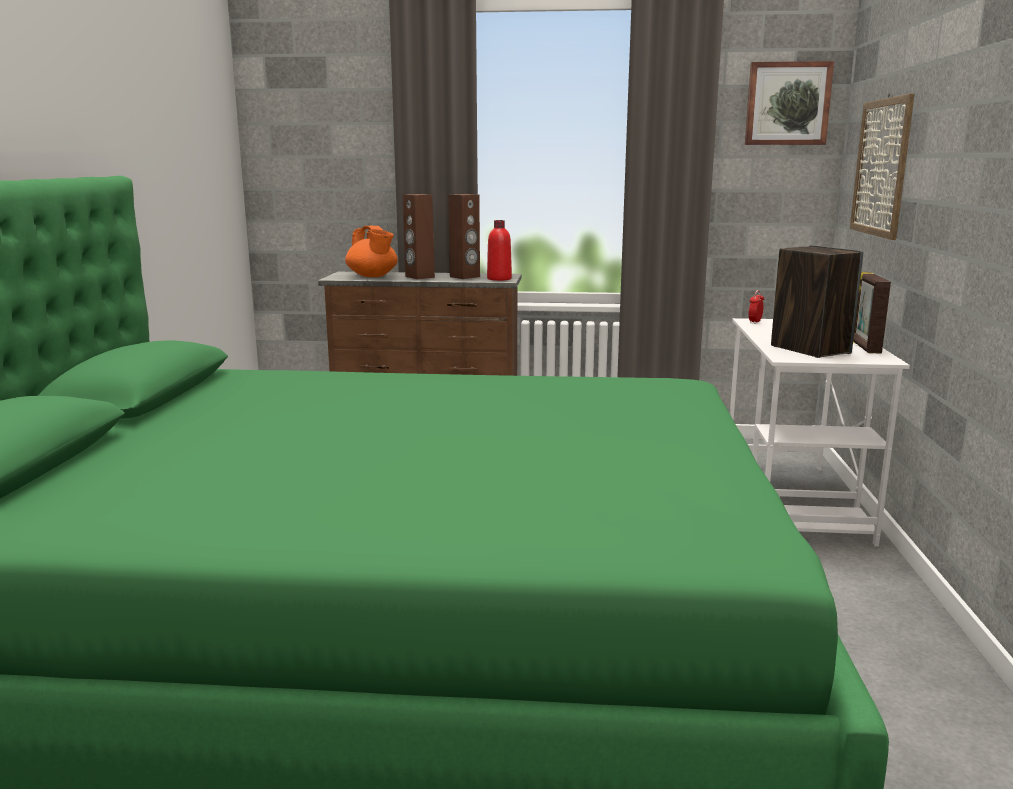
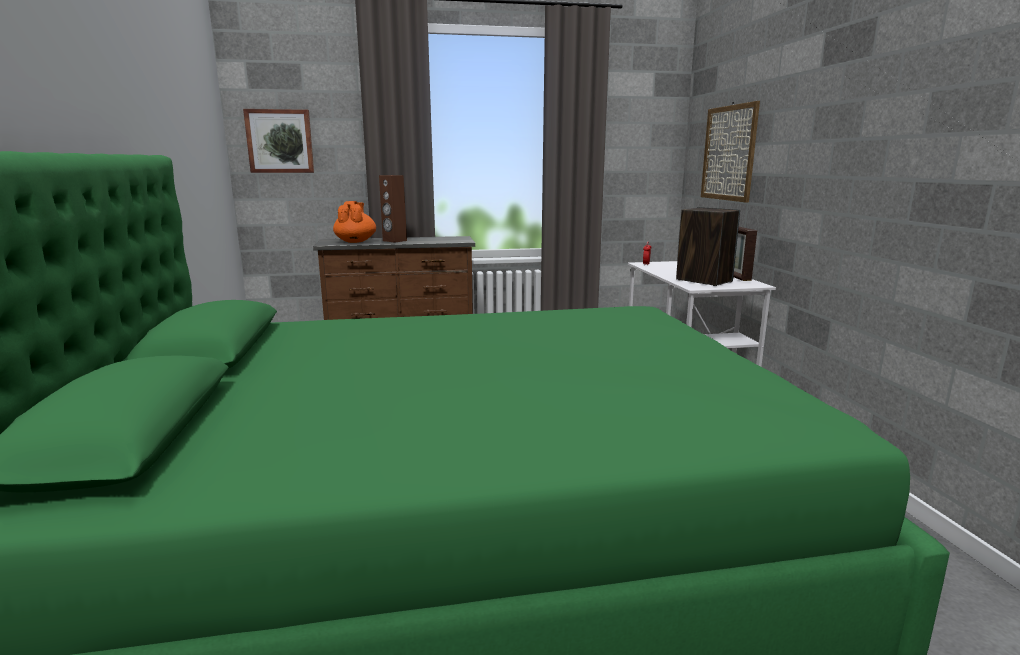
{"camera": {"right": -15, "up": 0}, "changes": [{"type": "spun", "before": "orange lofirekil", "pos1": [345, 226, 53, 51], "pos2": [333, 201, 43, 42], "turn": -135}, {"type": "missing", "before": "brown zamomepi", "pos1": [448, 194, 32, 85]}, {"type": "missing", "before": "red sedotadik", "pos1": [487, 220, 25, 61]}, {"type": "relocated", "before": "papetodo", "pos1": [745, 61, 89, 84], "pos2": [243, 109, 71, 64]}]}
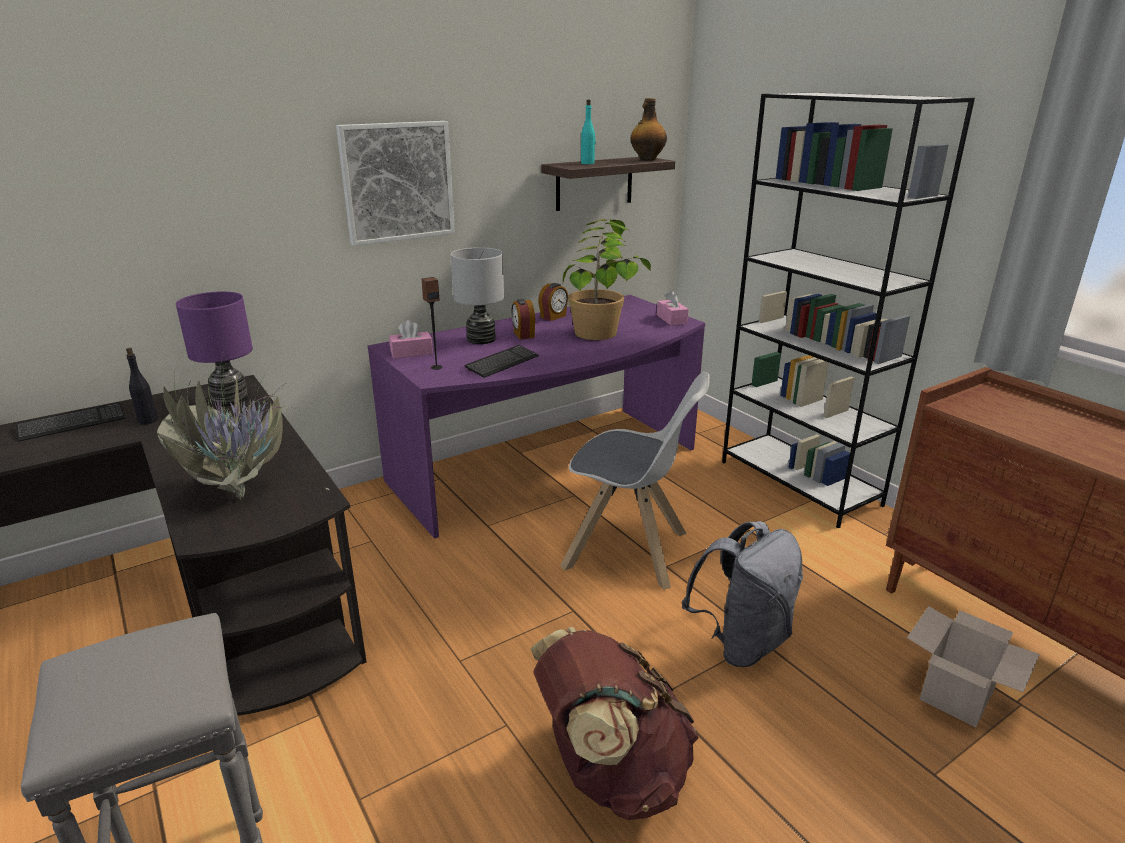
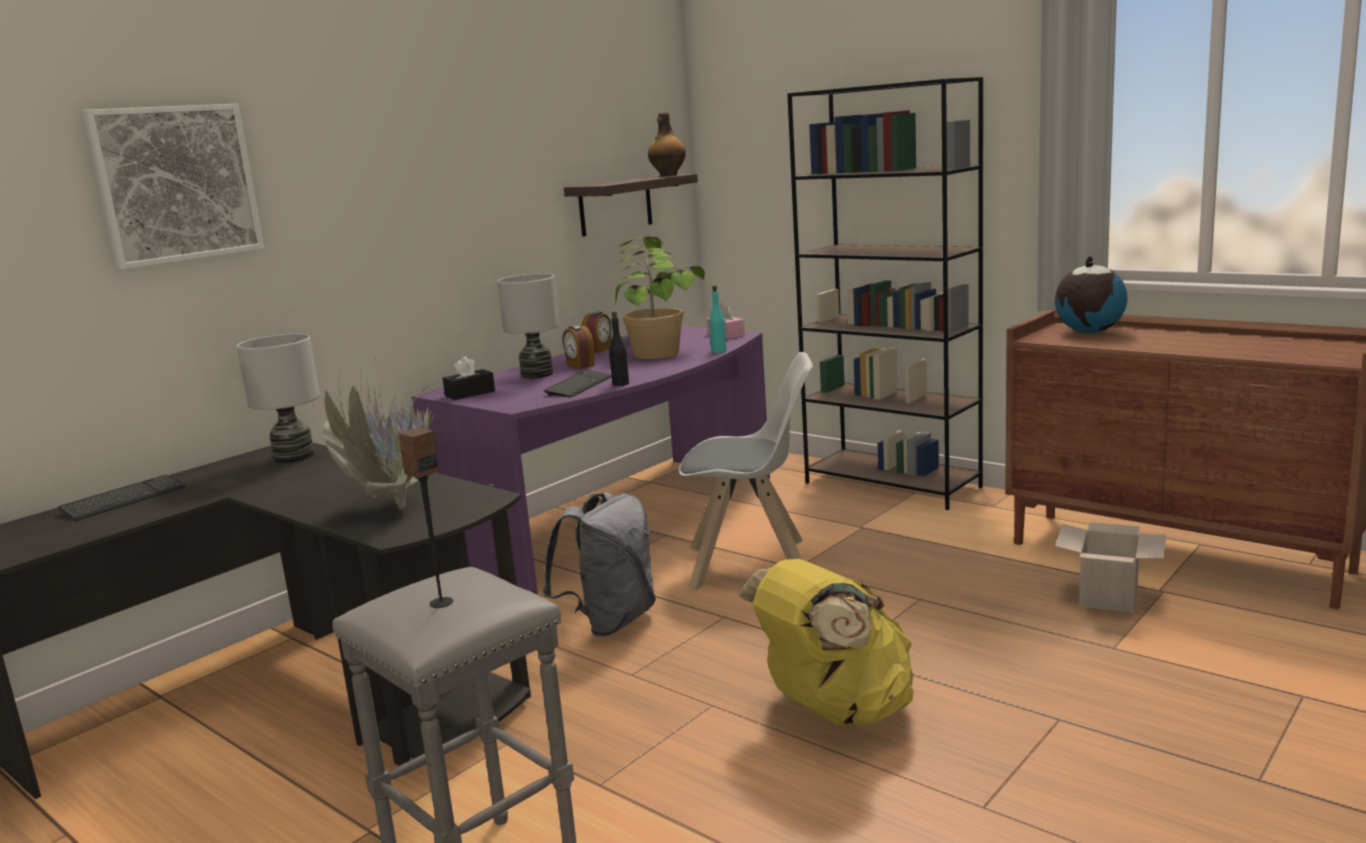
{"camera": {"right": -15, "up": -10}, "changes": [{"type": "relocated", "before": "black sedotadik", "pos1": [126, 348, 32, 76], "pos2": [609, 312, 20, 74]}, {"type": "colour", "before": "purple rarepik", "after": "grey rarepik", "pos1": [176, 291, 77, 115], "pos2": [237, 334, 83, 129]}, {"type": "relocated", "before": "papetodo", "pos1": [336, 121, 119, 125], "pos2": [82, 104, 182, 166]}, {"type": "colour", "before": "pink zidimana", "after": "black zidimana", "pos1": [389, 320, 44, 38], "pos2": [442, 356, 53, 44]}, {"type": "relocated", "before": "zamomepi", "pos1": [421, 277, 22, 93], "pos2": [398, 427, 55, 181]}, {"type": "colour", "before": "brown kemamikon", "after": "yellow kemamikon", "pos1": [531, 627, 168, 193], "pos2": [738, 559, 176, 168]}, {"type": "relocated", "before": "turquoise sedotadik", "pos1": [581, 99, 14, 65], "pos2": [709, 285, 17, 68]}, {"type": "relocated", "before": "grey kemamikon", "pos1": [682, 521, 121, 146], "pos2": [543, 492, 113, 145]}, {"type": "colour", "before": "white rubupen", "after": "brown rubupen", "pos1": [722, 93, 253, 435], "pos2": [787, 77, 196, 433]}, {"type": "appeared", "after": "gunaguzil", "pos2": [1055, 256, 73, 77]}]}
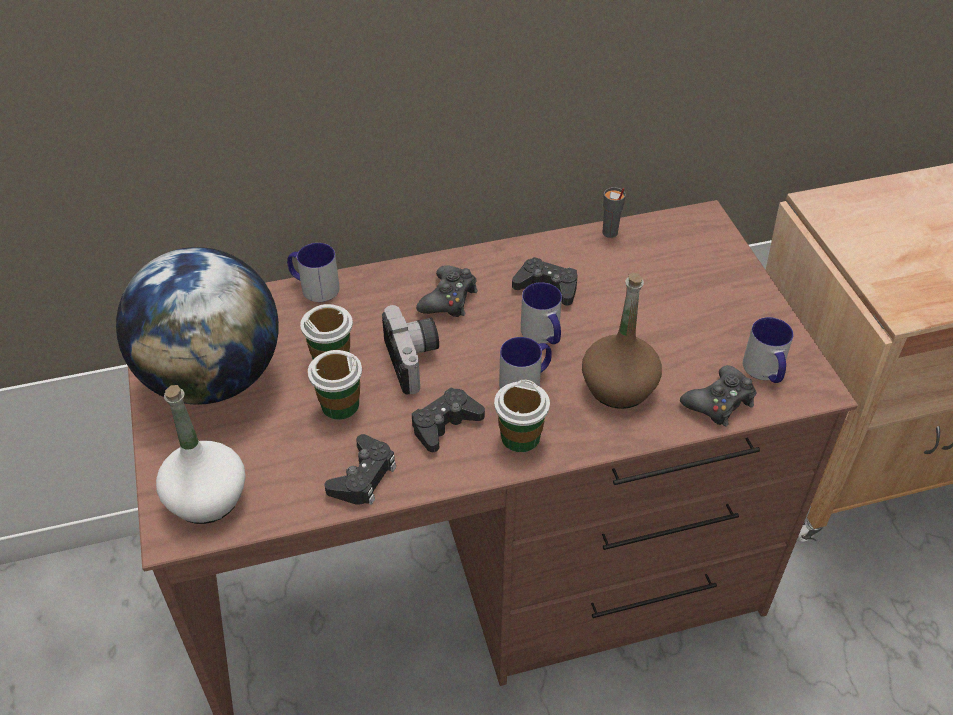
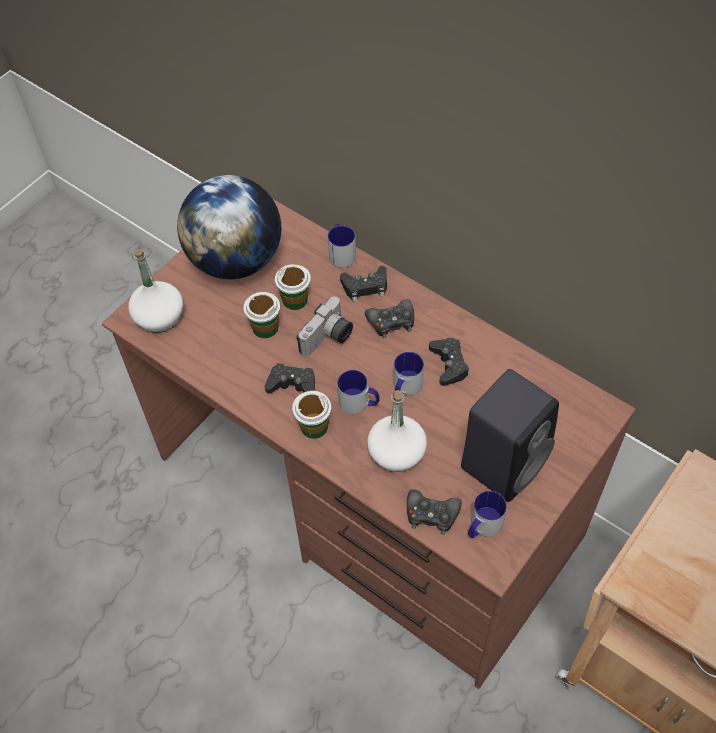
{"camera": {"right": 55, "up": 10}, "changes": [{"type": "relocated", "before": "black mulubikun", "pos1": [325, 434, 71, 71], "pos2": [340, 266, 47, 35]}, {"type": "colour", "before": "brown sedotadik", "after": "white sedotadik", "pos1": [582, 272, 80, 137], "pos2": [367, 390, 60, 82]}, {"type": "missing", "before": "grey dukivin", "pos1": [602, 187, 24, 51]}, {"type": "appeared", "after": "black zamomepi", "pos2": [461, 369, 98, 133]}]}
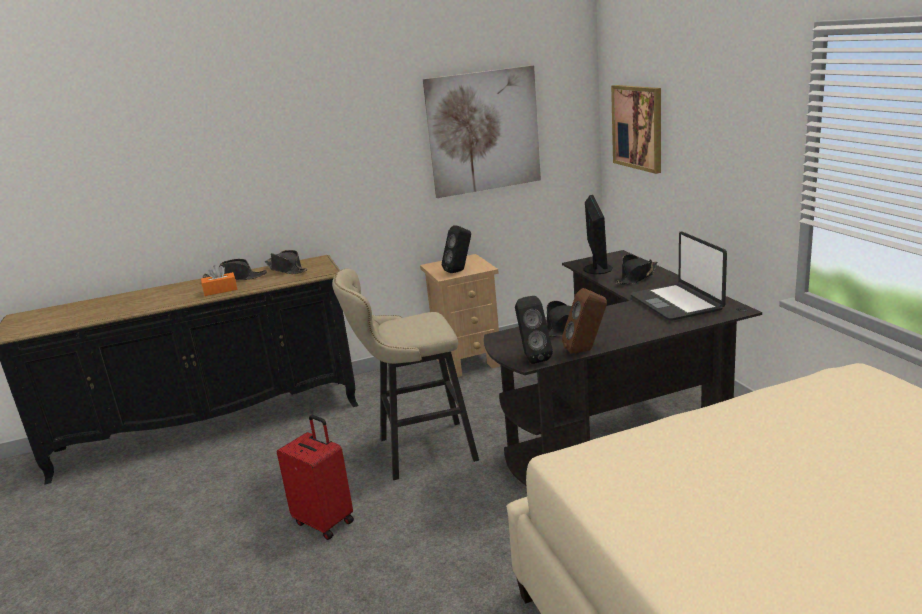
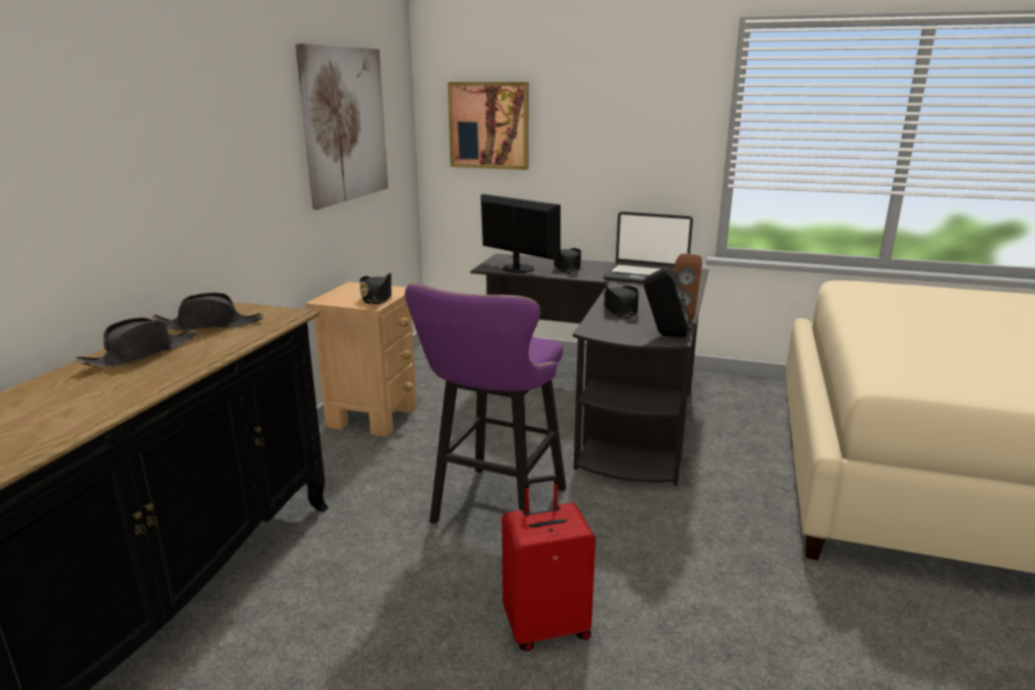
{"camera": {"right": -55, "up": 0}, "changes": [{"type": "missing", "before": "orange zidimana", "pos1": [201, 265, 36, 31]}, {"type": "colour", "before": "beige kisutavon", "after": "purple kisutavon", "pos1": [332, 268, 147, 212], "pos2": [405, 283, 161, 241]}, {"type": "exchanged", "before": "black zamomepi", "after": "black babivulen", "pos1": [442, 225, 29, 48], "pos2": [360, 273, 32, 31]}]}
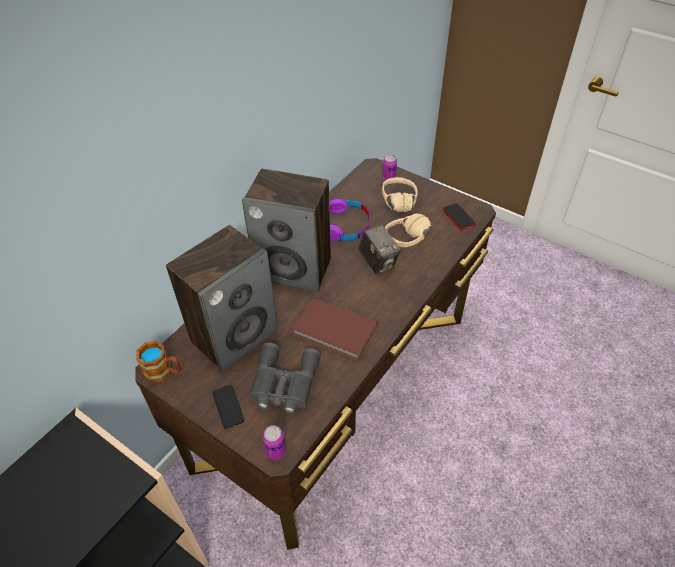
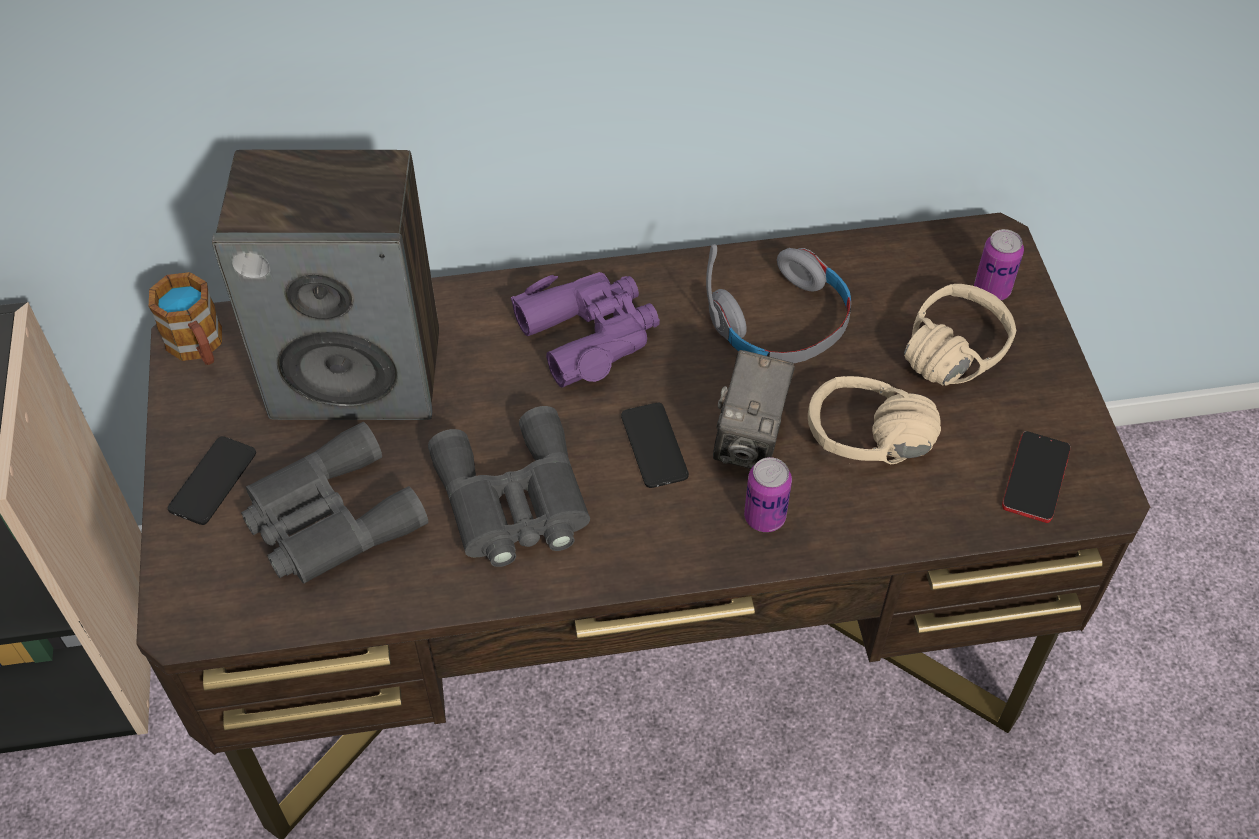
{"camera": {"right": 45, "up": 5}, "changes": [{"type": "exchanged", "before": "zamomepi", "after": "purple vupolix", "pos1": [242, 169, 89, 123], "pos2": [510, 272, 150, 116]}, {"type": "relocated", "before": "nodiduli", "pos1": [263, 425, 23, 35], "pos2": [744, 457, 48, 75]}, {"type": "exchanged", "before": "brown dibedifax", "after": "grey vupolix", "pos1": [292, 298, 85, 62], "pos2": [428, 406, 162, 161]}, {"type": "colour", "before": "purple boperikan", "after": "grey boperikan", "pos1": [329, 198, 41, 43], "pos2": [706, 244, 145, 120]}, {"type": "appeared", "after": "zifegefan", "pos2": [621, 403, 68, 85]}]}
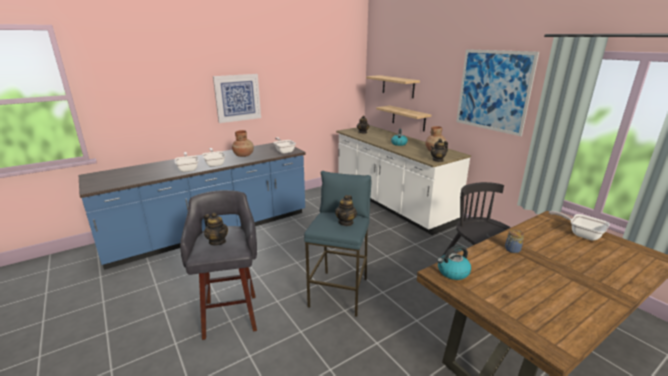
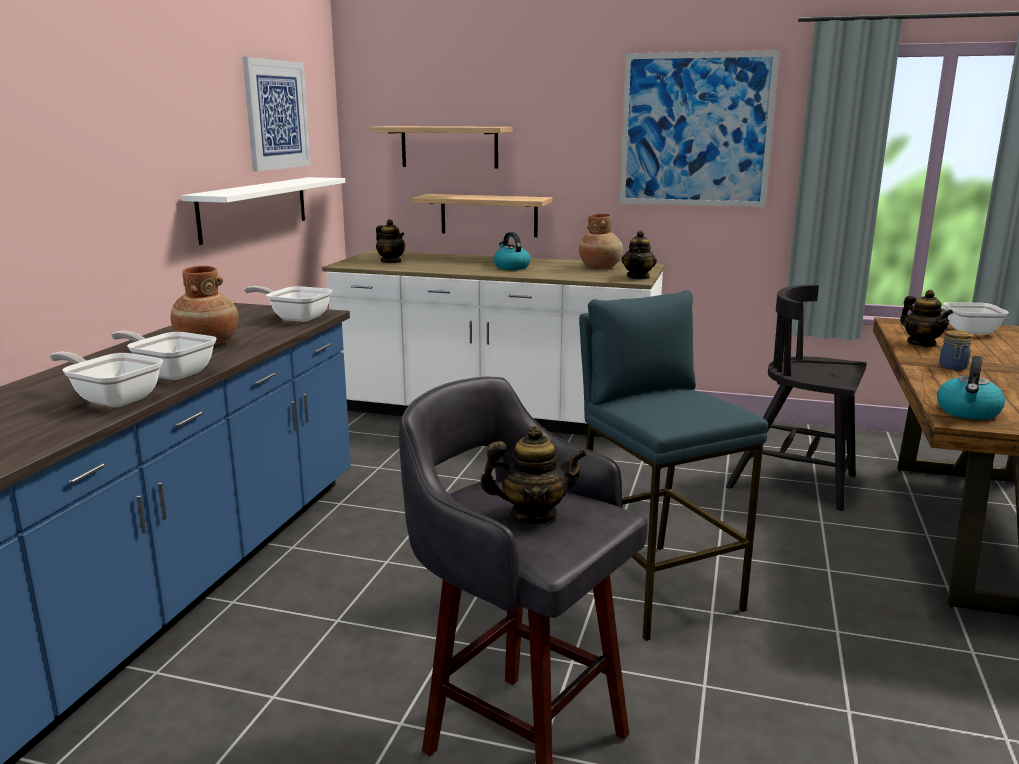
{"camera": {"right": -40, "up": -5}, "changes": [{"type": "relocated", "before": "papetodo", "pos1": [213, 74, 48, 49], "pos2": [243, 57, 68, 115]}, {"type": "relocated", "before": "lofirekil", "pos1": [335, 195, 22, 31], "pos2": [900, 290, 53, 57]}, {"type": "appeared", "after": "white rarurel", "pos2": [181, 177, 164, 68]}]}
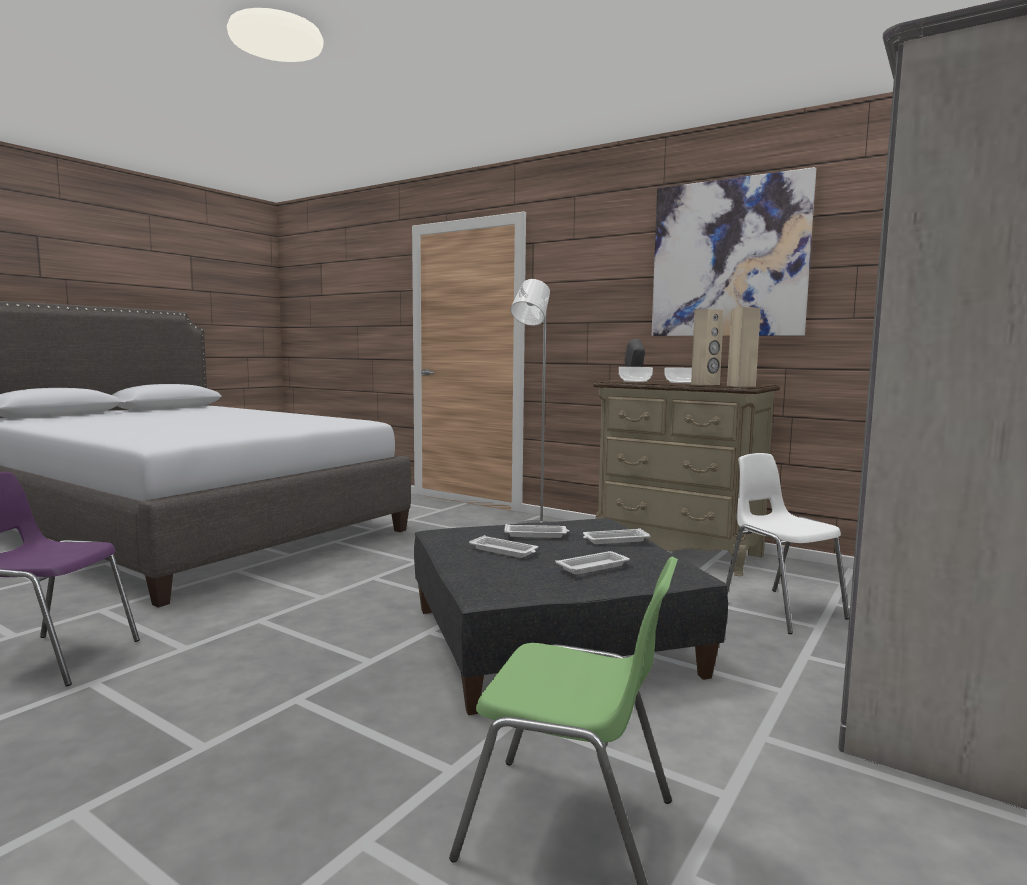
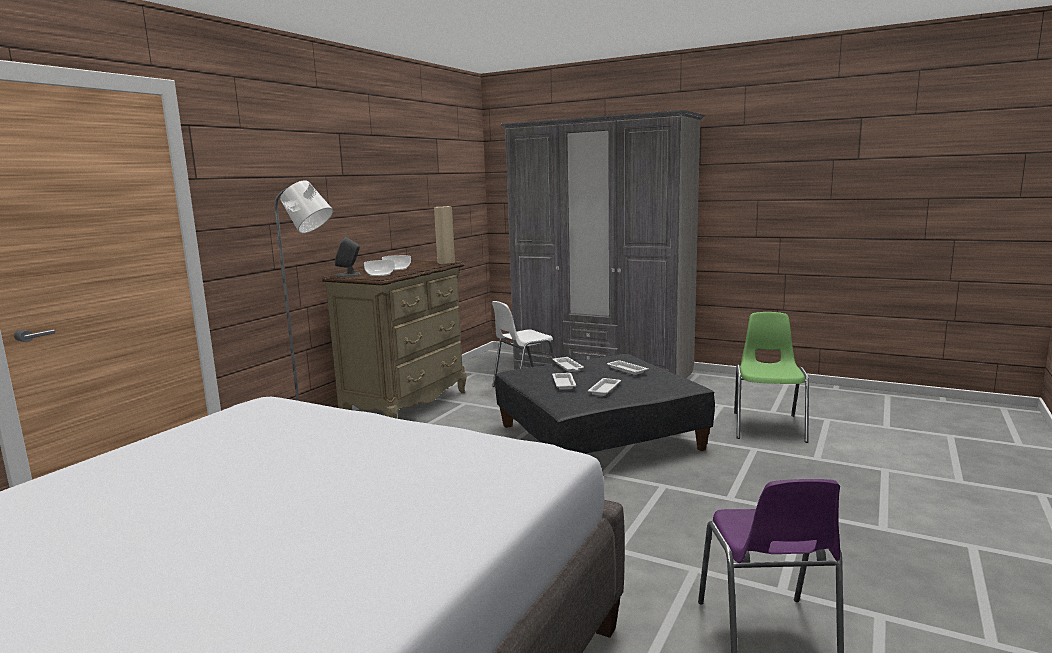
{"camera": {"right": -95, "up": 5}, "changes": [{"type": "missing", "before": "papetodo", "pos1": [652, 167, 164, 169]}, {"type": "missing", "before": "beige zamomepi", "pos1": [691, 309, 33, 76]}]}
